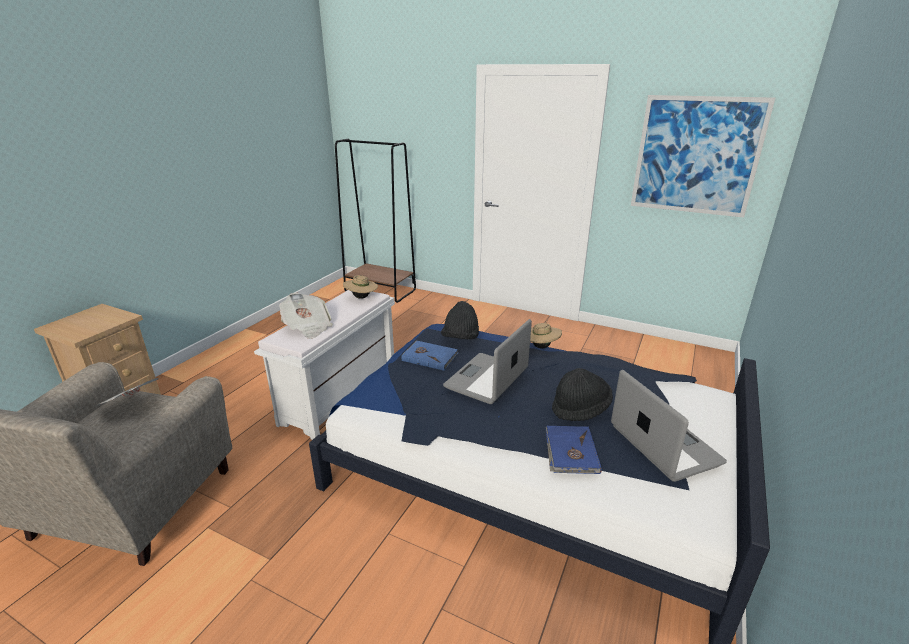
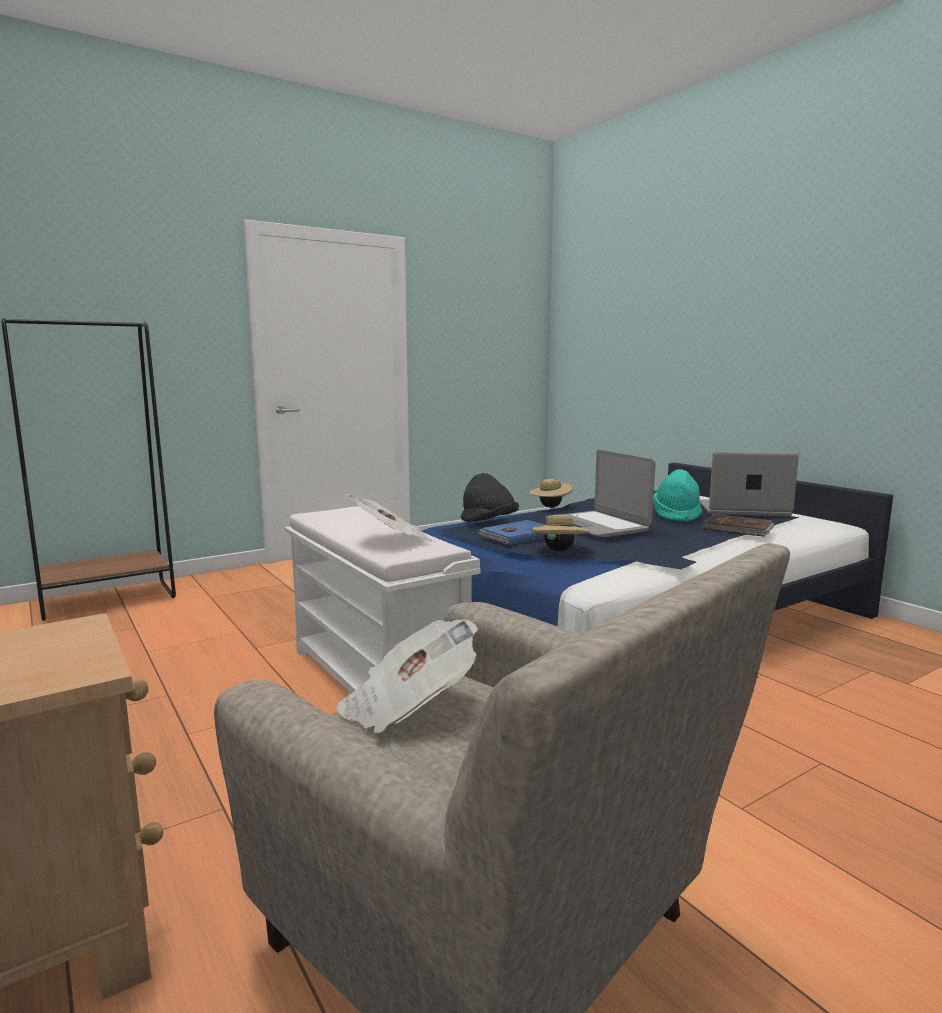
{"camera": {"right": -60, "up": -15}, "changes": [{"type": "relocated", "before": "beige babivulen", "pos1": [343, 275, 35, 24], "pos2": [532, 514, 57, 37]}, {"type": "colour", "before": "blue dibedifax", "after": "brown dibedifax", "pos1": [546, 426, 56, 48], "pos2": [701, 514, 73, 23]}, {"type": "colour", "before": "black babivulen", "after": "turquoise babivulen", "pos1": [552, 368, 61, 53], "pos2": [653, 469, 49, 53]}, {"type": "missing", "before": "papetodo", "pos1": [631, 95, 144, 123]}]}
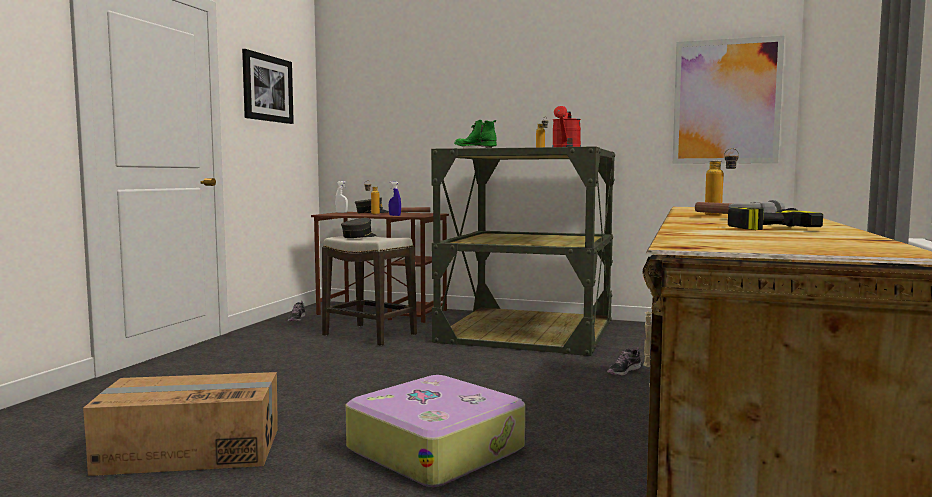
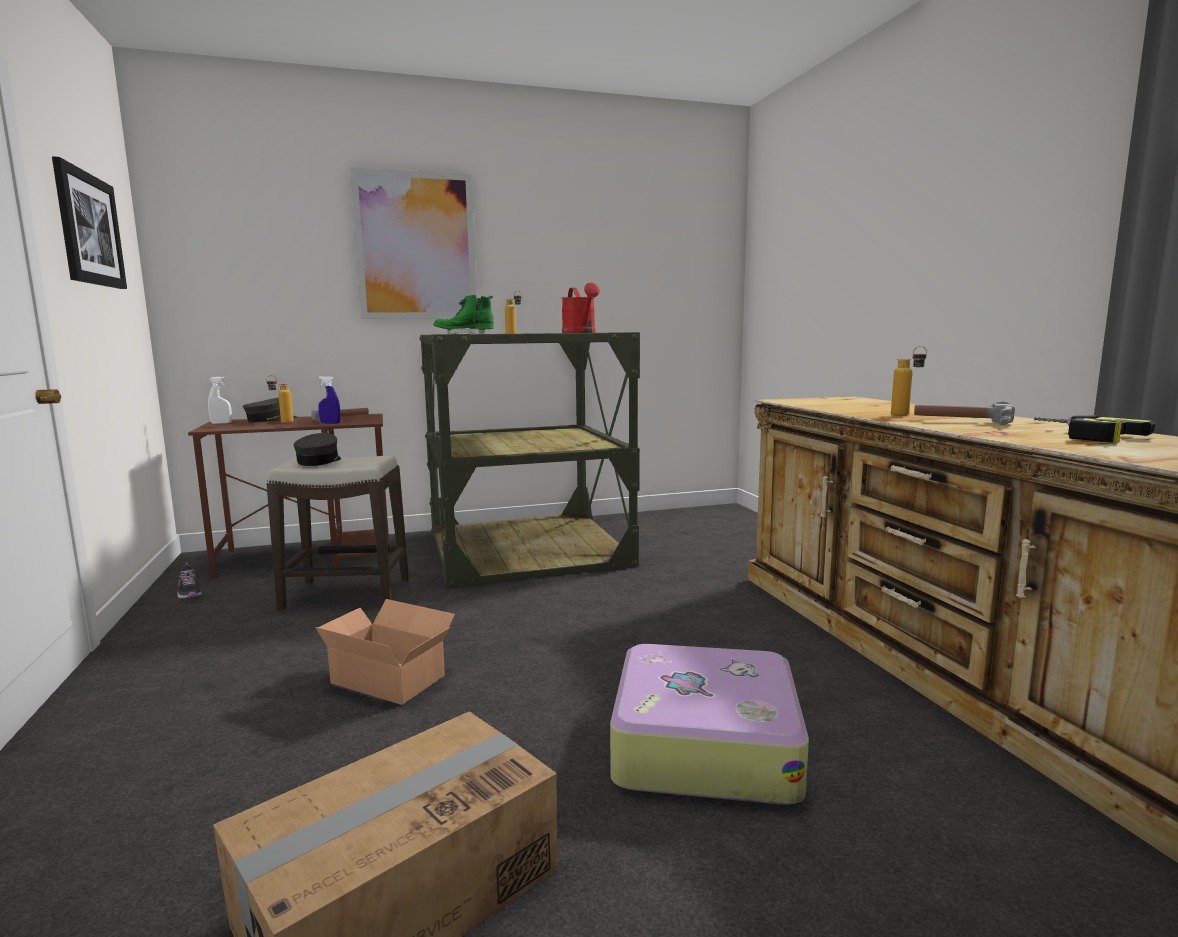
{"camera": {"right": -35, "up": 5}, "changes": [{"type": "missing", "before": "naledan", "pos1": [607, 347, 34, 28]}, {"type": "relocated", "before": "papetodo", "pos1": [673, 36, 111, 128], "pos2": [350, 167, 127, 152]}, {"type": "appeared", "after": "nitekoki", "pos2": [315, 599, 140, 106]}]}
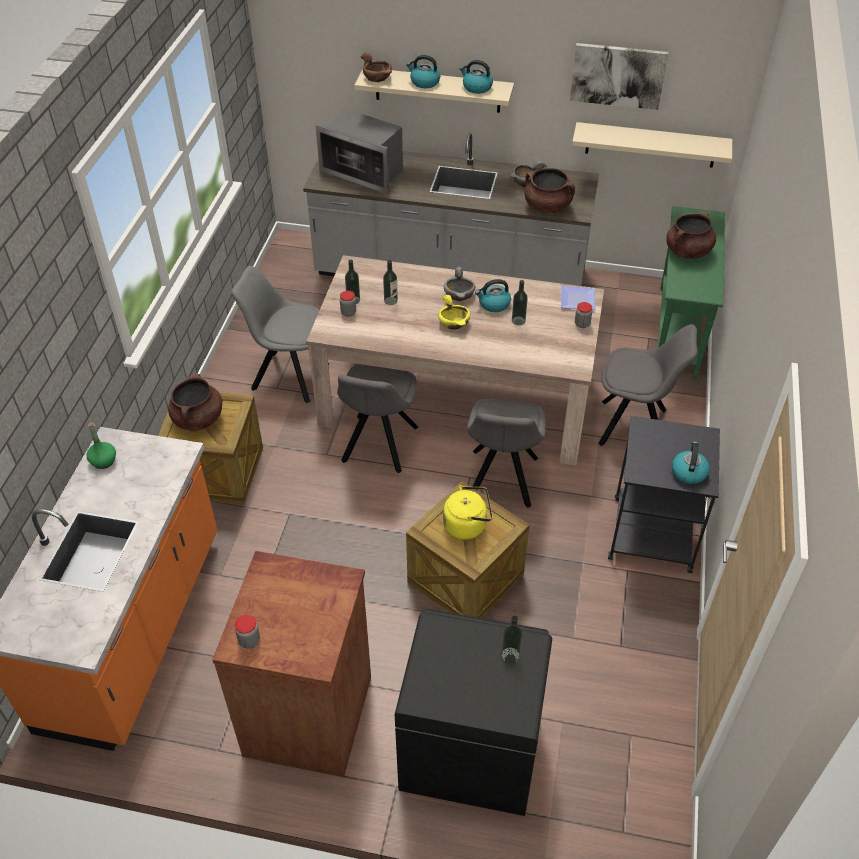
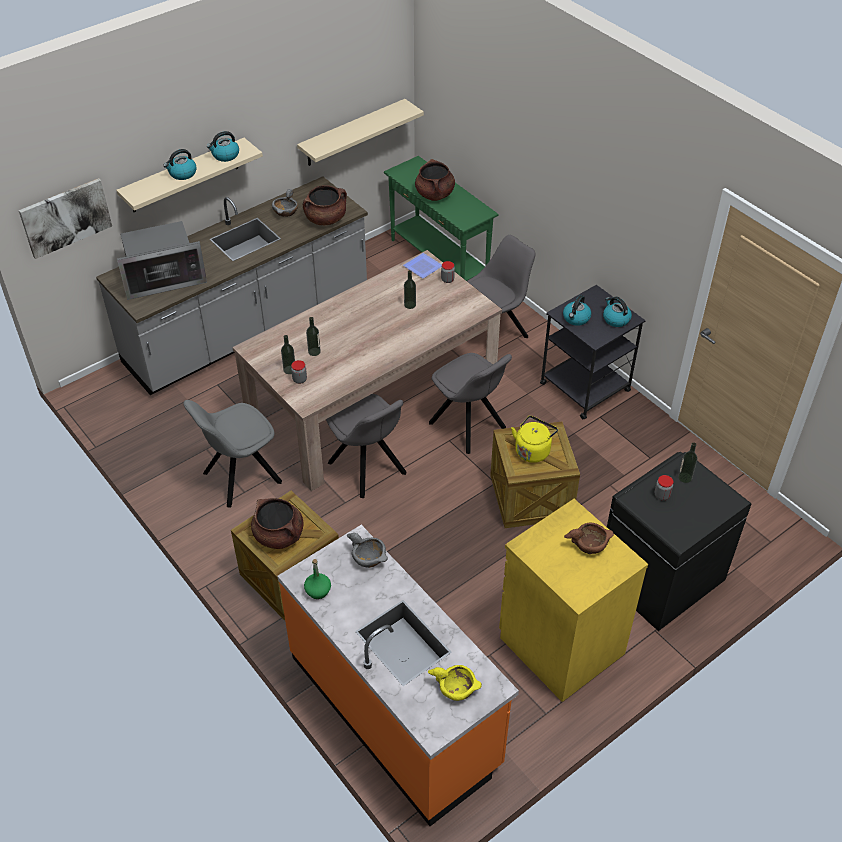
{"camera": {"right": -50, "up": 0}, "changes": [{"type": "colour", "before": "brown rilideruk", "after": "yellow rilideruk", "pos1": [212, 551, 159, 226], "pos2": [499, 499, 149, 203]}, {"type": "relocated", "before": "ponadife", "pos1": [235, 615, 25, 33], "pos2": [655, 475, 18, 25]}, {"type": "relocated", "before": "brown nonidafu", "pos1": [360, 53, 32, 29], "pos2": [564, 522, 50, 32]}, {"type": "relocated", "before": "yellow nonidafu", "pos1": [438, 295, 32, 34], "pos2": [428, 665, 54, 36]}, {"type": "relocated", "before": "grey nonidafu", "pos1": [444, 267, 31, 34], "pos2": [347, 533, 41, 35]}, {"type": "relocated", "before": "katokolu", "pos1": [475, 279, 36, 33], "pos2": [563, 295, 28, 31]}, {"type": "relocated", "before": "papetodo", "pos1": [570, 43, 98, 67], "pos2": [19, 178, 93, 81]}]}
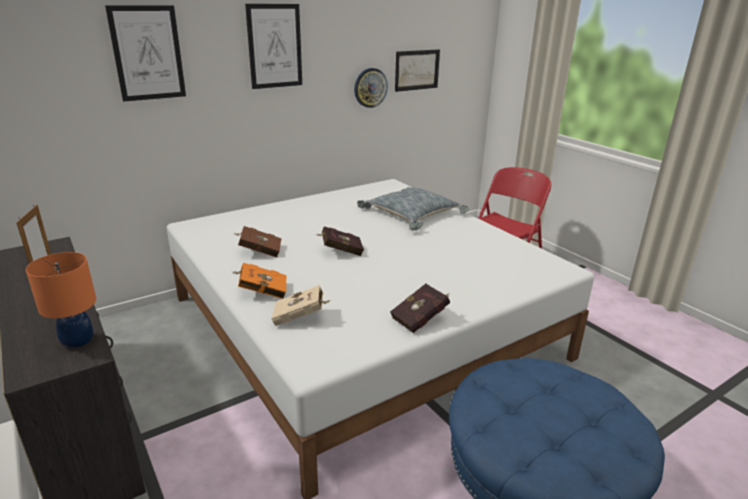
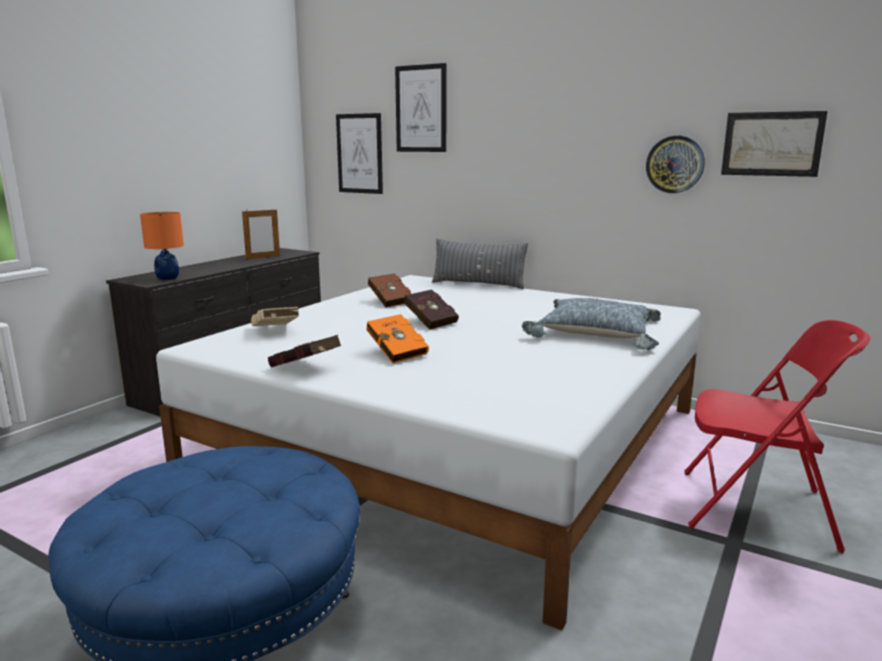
{"camera": {"right": 65, "up": -10}, "changes": [{"type": "relocated", "before": "orange dibedifax", "pos1": [233, 263, 53, 36], "pos2": [366, 314, 63, 49]}, {"type": "relocated", "before": "papetodo", "pos1": [245, 4, 57, 85], "pos2": [336, 113, 47, 81]}, {"type": "appeared", "after": "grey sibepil", "pos2": [432, 239, 96, 50]}]}
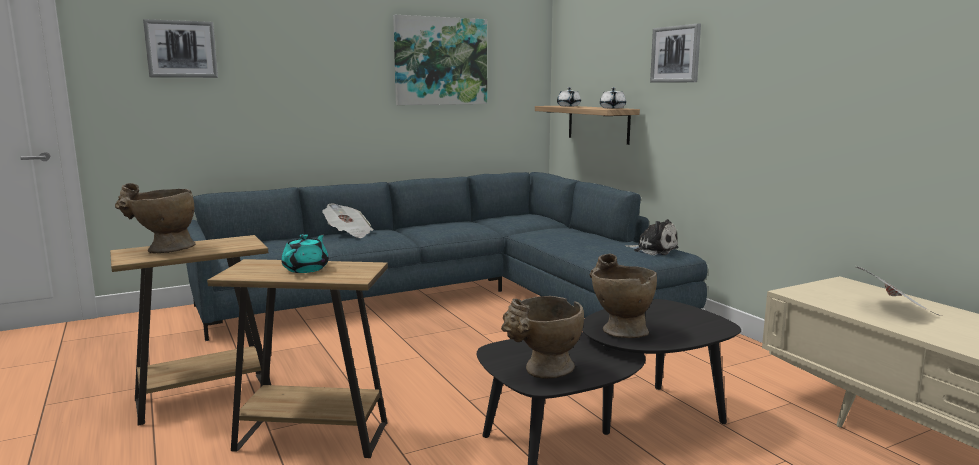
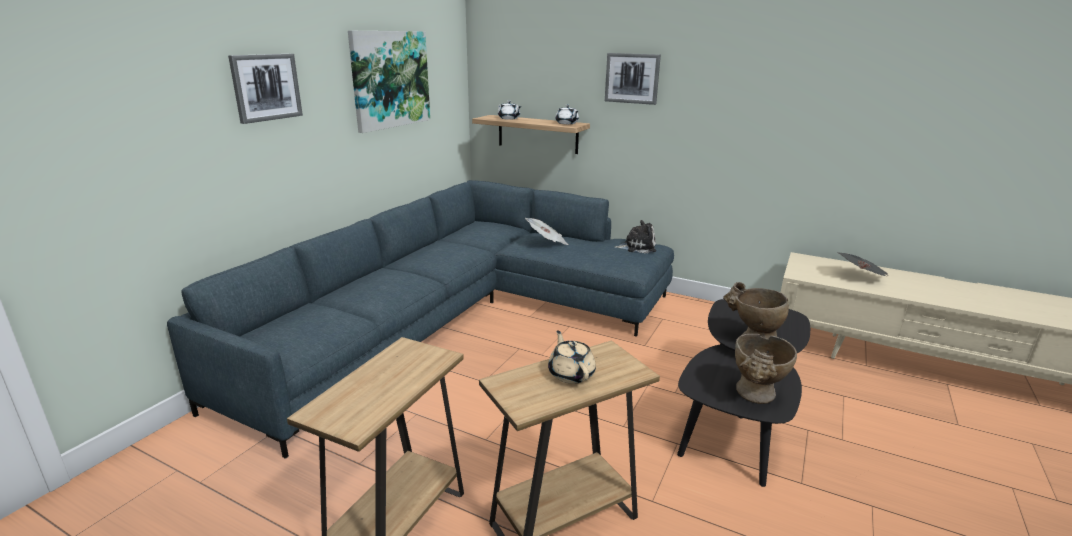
{"camera": {"right": -35, "up": 10}, "changes": [{"type": "missing", "before": "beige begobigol", "pos1": [115, 183, 81, 70]}, {"type": "relocated", "before": "papetodo", "pos1": [143, 19, 75, 59], "pos2": [228, 54, 75, 70]}, {"type": "colour", "before": "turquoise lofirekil", "after": "beige lofirekil", "pos1": [281, 234, 48, 39], "pos2": [548, 330, 48, 54]}, {"type": "relocated", "before": "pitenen", "pos1": [322, 204, 52, 34], "pos2": [525, 218, 43, 27]}]}
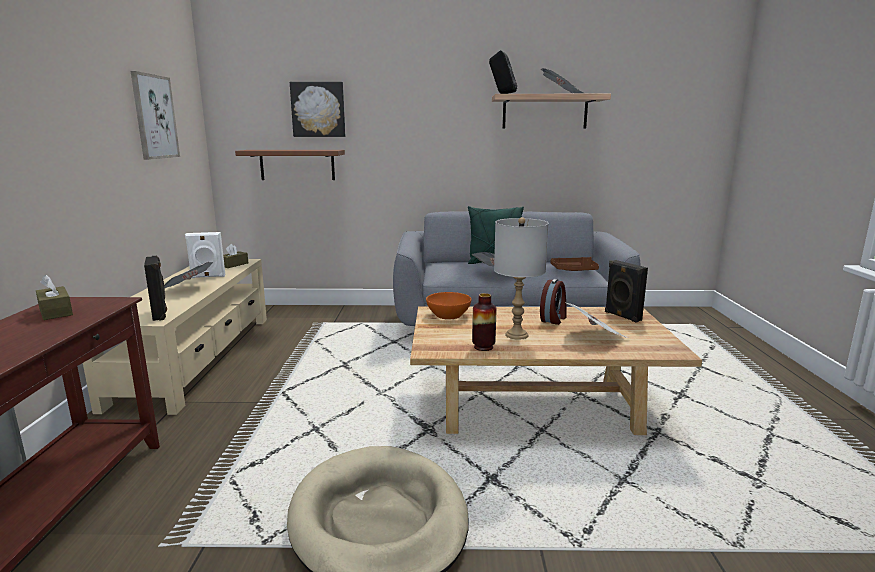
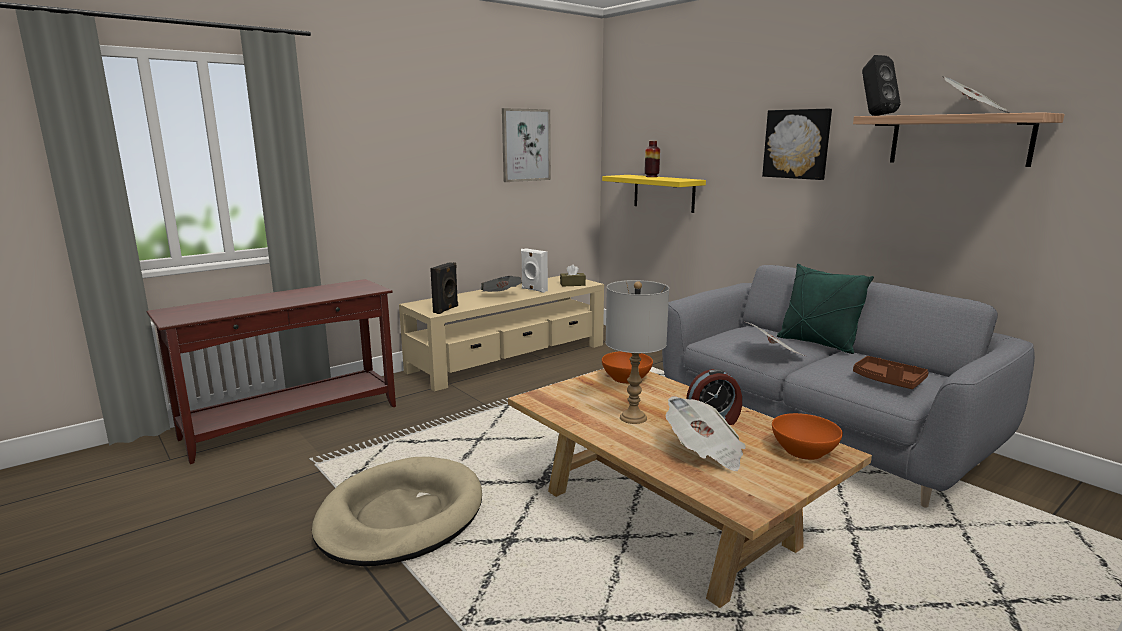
{"camera": {"right": 50, "up": 0}, "changes": [{"type": "missing", "before": "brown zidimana", "pos1": [36, 275, 37, 45]}, {"type": "colour", "before": "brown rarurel", "after": "yellow rarurel", "pos1": [235, 150, 110, 30], "pos2": [602, 175, 104, 38]}, {"type": "relocated", "before": "papetodo", "pos1": [290, 82, 55, 55], "pos2": [762, 109, 70, 71]}, {"type": "relocated", "before": "begobigol", "pos1": [472, 293, 24, 58], "pos2": [645, 141, 15, 36]}, {"type": "exchanged", "before": "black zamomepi", "after": "orange nonidafu", "pos1": [605, 260, 43, 63], "pos2": [772, 413, 71, 47]}]}
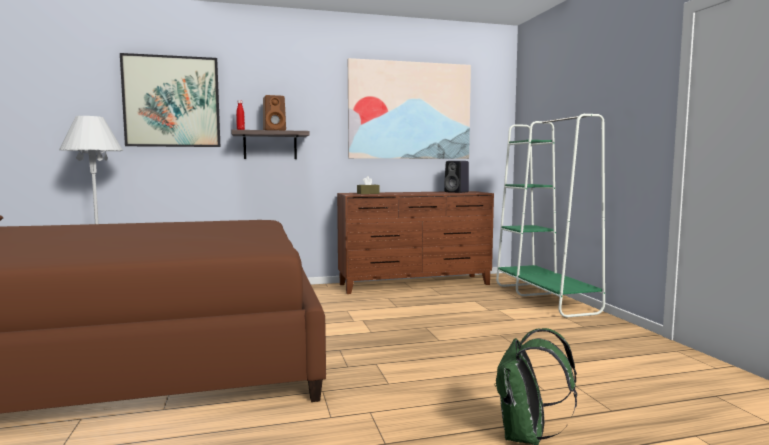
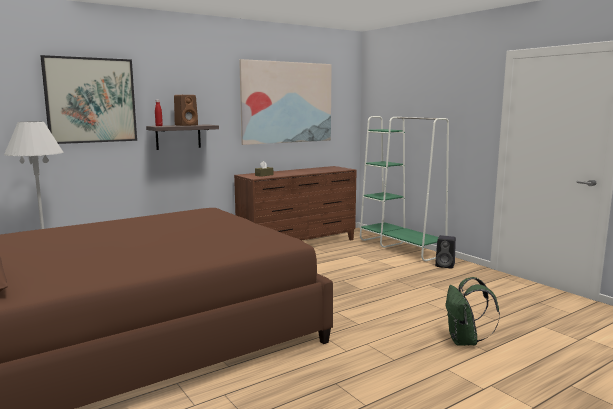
{"camera": {"right": -20, "up": 5}, "changes": [{"type": "relocated", "before": "black zamomepi", "pos1": [444, 161, 25, 32], "pos2": [435, 235, 21, 34]}]}
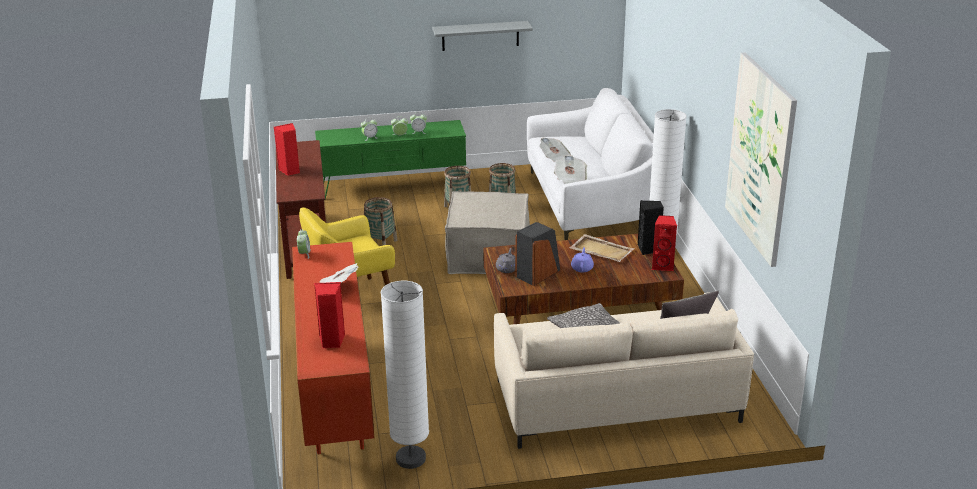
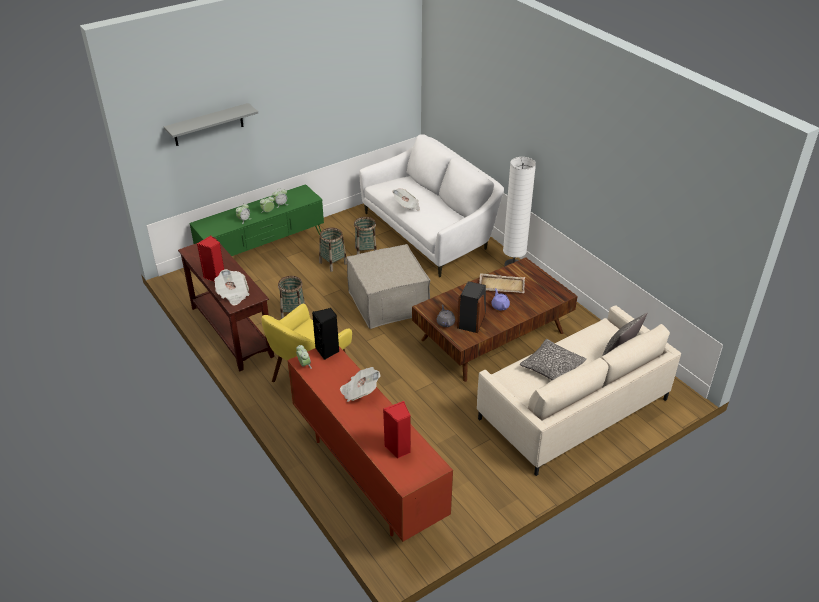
{"camera": {"right": -25, "up": 10}, "changes": [{"type": "missing", "before": "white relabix", "pos1": [381, 281, 48, 188]}, {"type": "relocated", "before": "grey rarurel", "pos1": [432, 21, 101, 30], "pos2": [164, 103, 94, 43]}, {"type": "relocated", "before": "pitenen", "pos1": [554, 155, 33, 29], "pos2": [214, 269, 36, 37]}, {"type": "relocated", "before": "black zamomepi", "pos1": [638, 200, 26, 55], "pos2": [312, 308, 27, 52]}, {"type": "missing", "before": "red zamomepi", "pos1": [652, 215, 25, 56]}, {"type": "missing", "before": "papetodo", "pos1": [725, 52, 72, 215]}]}
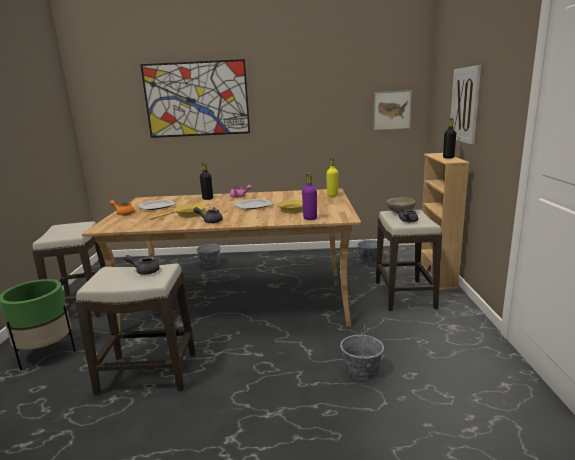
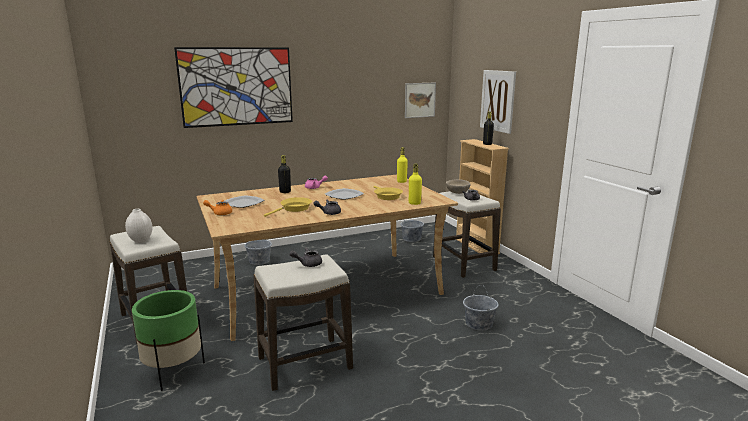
{"camera": {"right": -25, "up": 0}, "changes": [{"type": "colour", "before": "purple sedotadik", "after": "yellow sedotadik", "pos1": [302, 173, 15, 47], "pos2": [409, 163, 13, 42]}, {"type": "appeared", "after": "white begobigol", "pos2": [125, 209, 28, 34]}]}
